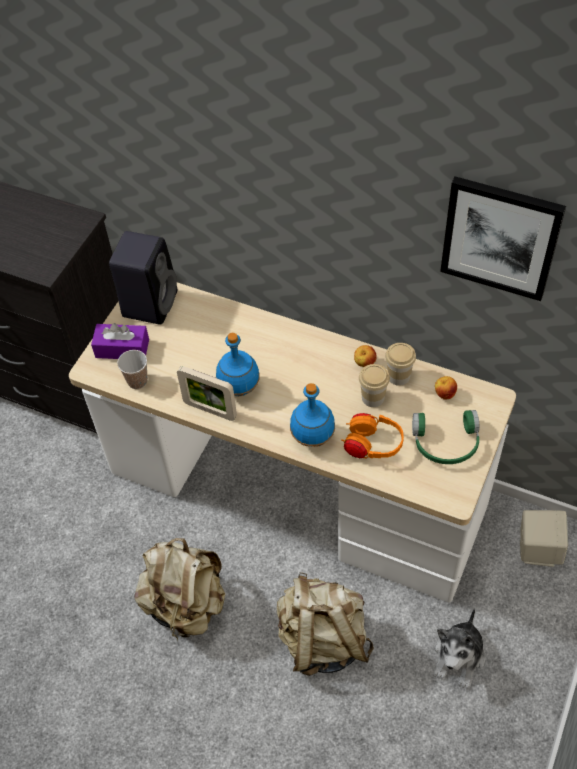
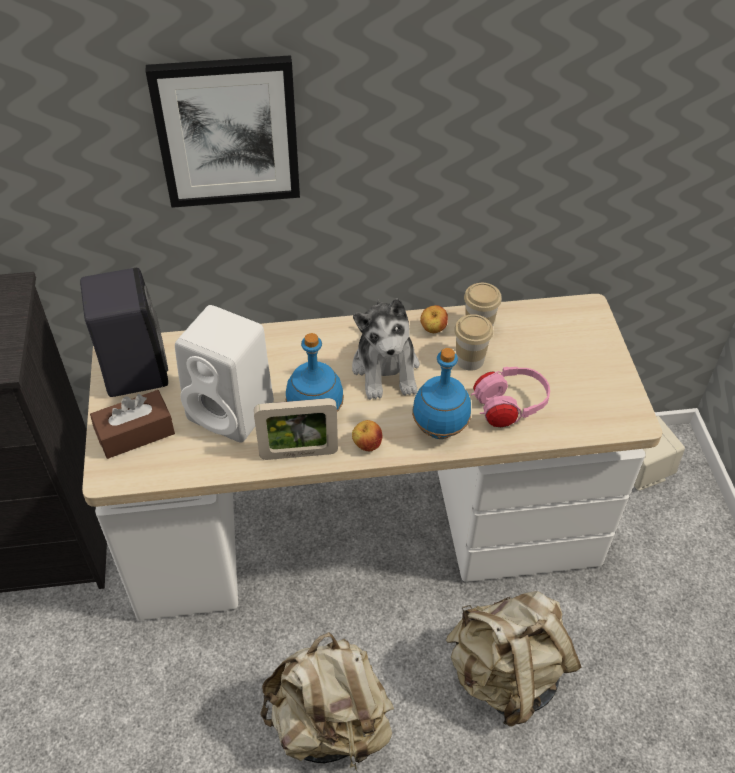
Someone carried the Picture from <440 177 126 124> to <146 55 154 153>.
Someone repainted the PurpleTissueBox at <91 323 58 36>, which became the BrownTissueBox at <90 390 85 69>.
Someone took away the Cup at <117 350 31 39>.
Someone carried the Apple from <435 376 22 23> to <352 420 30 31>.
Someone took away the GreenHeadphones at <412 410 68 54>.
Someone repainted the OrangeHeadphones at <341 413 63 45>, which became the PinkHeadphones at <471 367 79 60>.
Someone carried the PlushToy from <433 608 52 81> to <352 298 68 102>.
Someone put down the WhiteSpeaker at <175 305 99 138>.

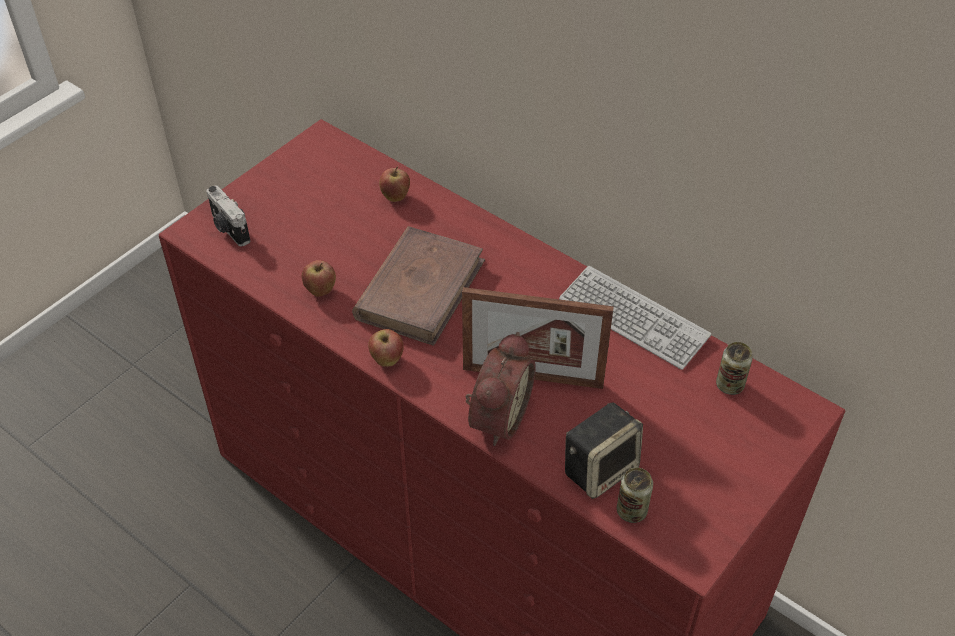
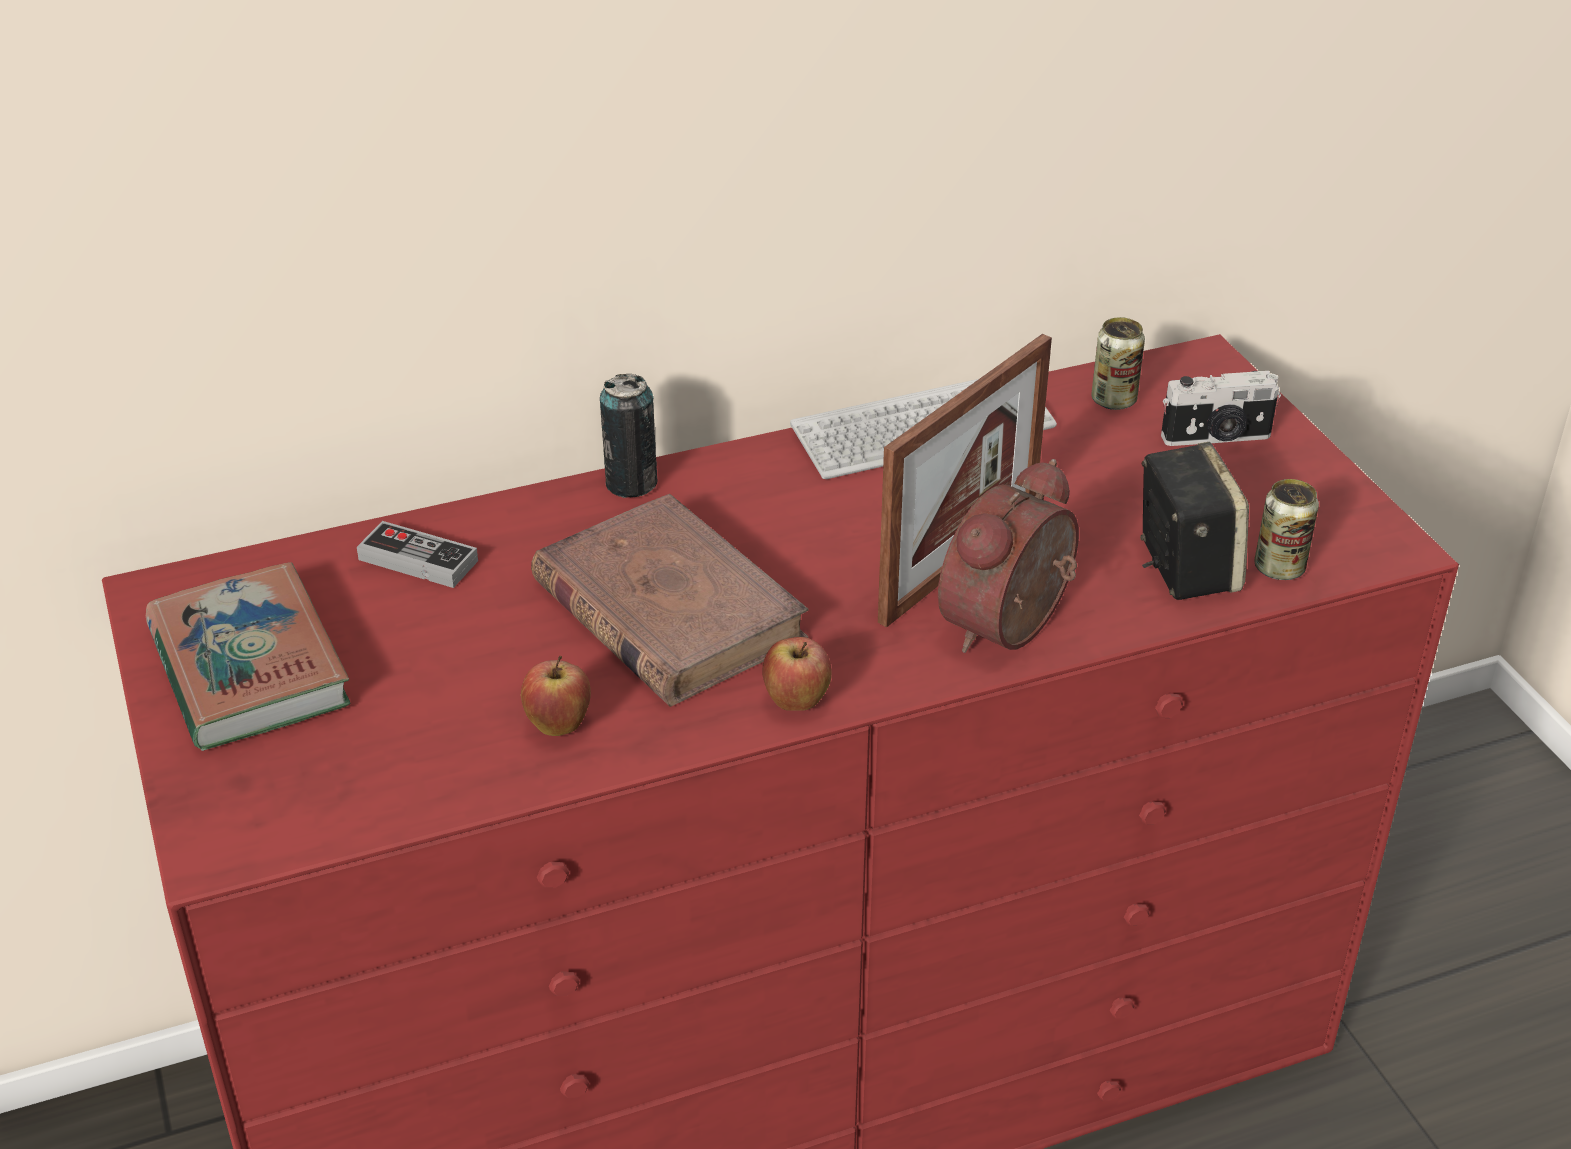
Someone swapped the Apple at <379 167 31 35> for the GameController at <357 521 121 67>.
Someone carried the PhotoCamera from <206 185 44 61> to <1161 371 120 75>.
Someone rotated the AlarmClock at <466 332 70 114> by 105 degrees counterclockwise.
Someone put down the Can at <600 374 57 124>.
Someone put down the Book at <146 562 204 189>.

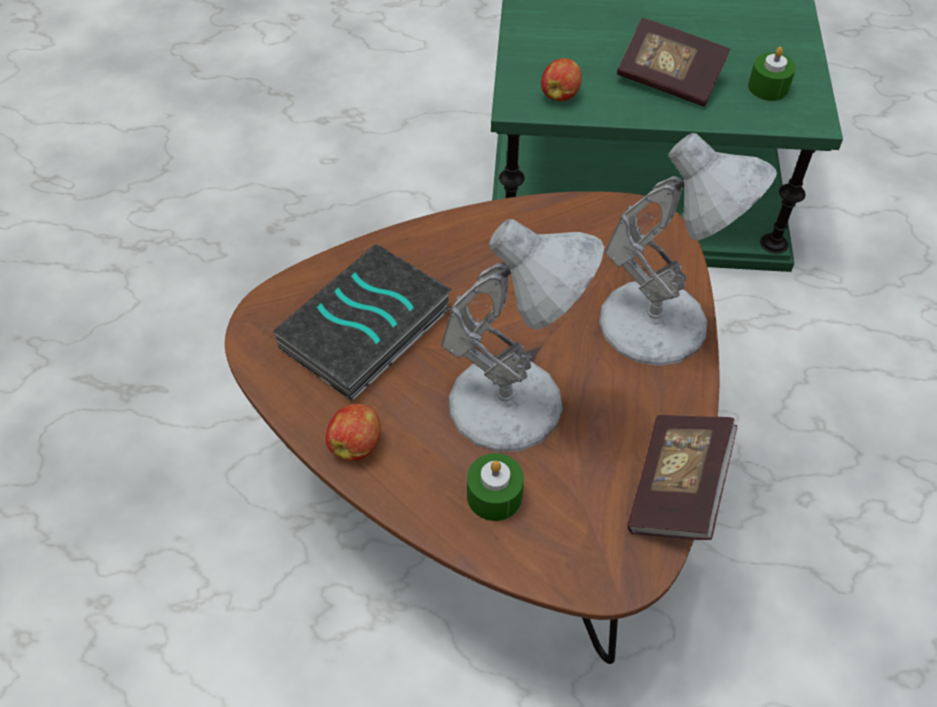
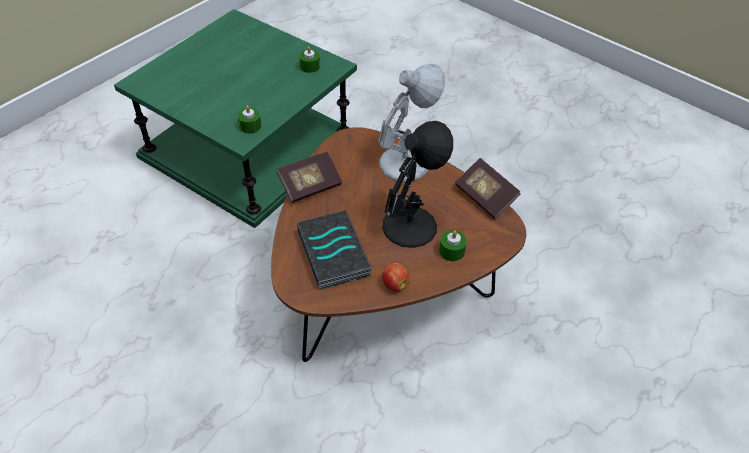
Someone carried the Book from <617 18 113 89> to <277 152 65 51>.
Someone swapped the Apple at <541 58 41 43> for the GreenCandle at <238 105 23 29>.
Someone repainted the WhiteTableLamp at <441 219 163 233>, which became the BlackTableLamp at <382 121 71 127>.

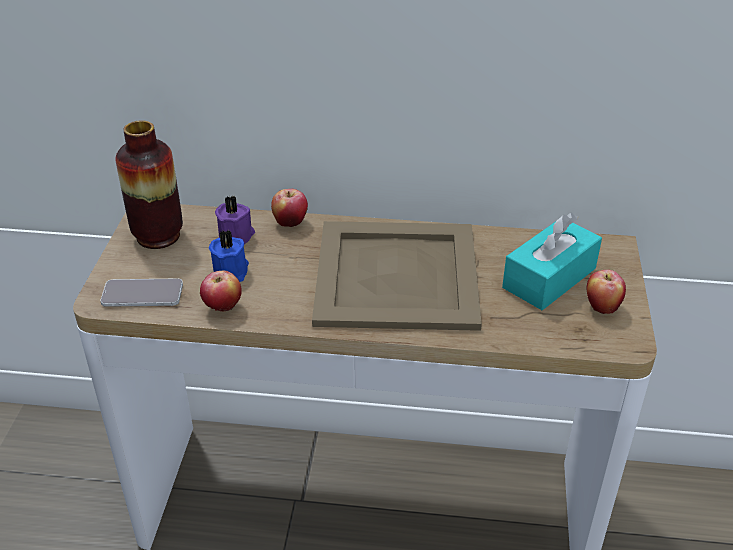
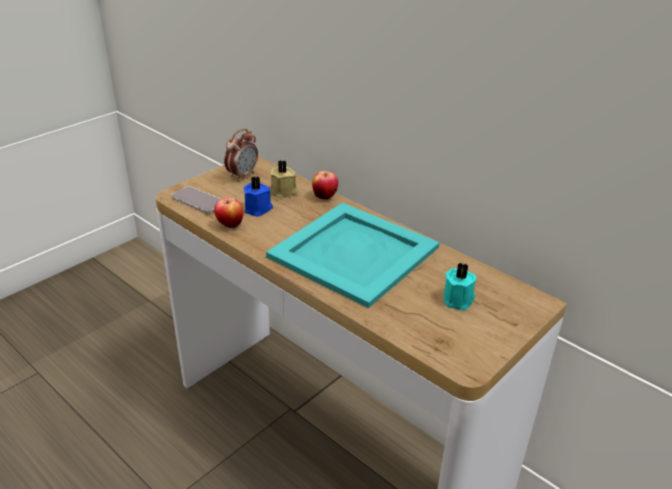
Someone swapped the Vase at <116 120 67 129> for the AlarmClock at <224 129 34 52>.
Someone repainted the PurpleCandle at <215 196 40 48>, which became the BeigeCandle at <270 160 28 39>.
Someone swapped the TurquoiseTissueBox at <502 213 100 97> for the TurquoiseCandle at <444 262 32 48>.
Someone repainted the BeigeTray at <312 221 170 110>, which became the TurquoiseTray at <266 203 174 105>.
Someone took away the Apple at <587 270 39 44>.

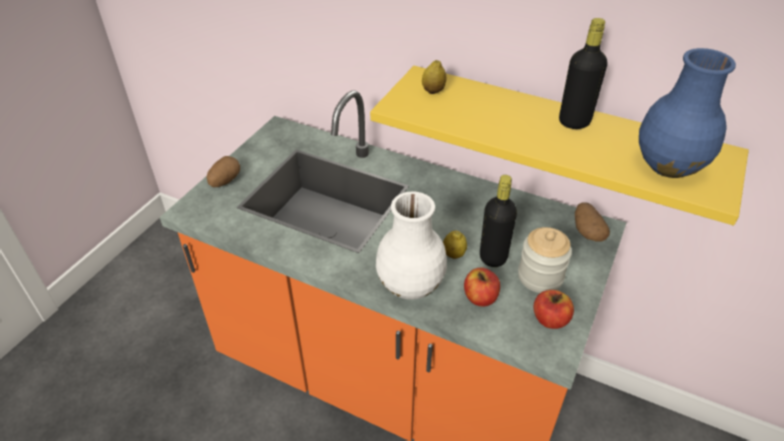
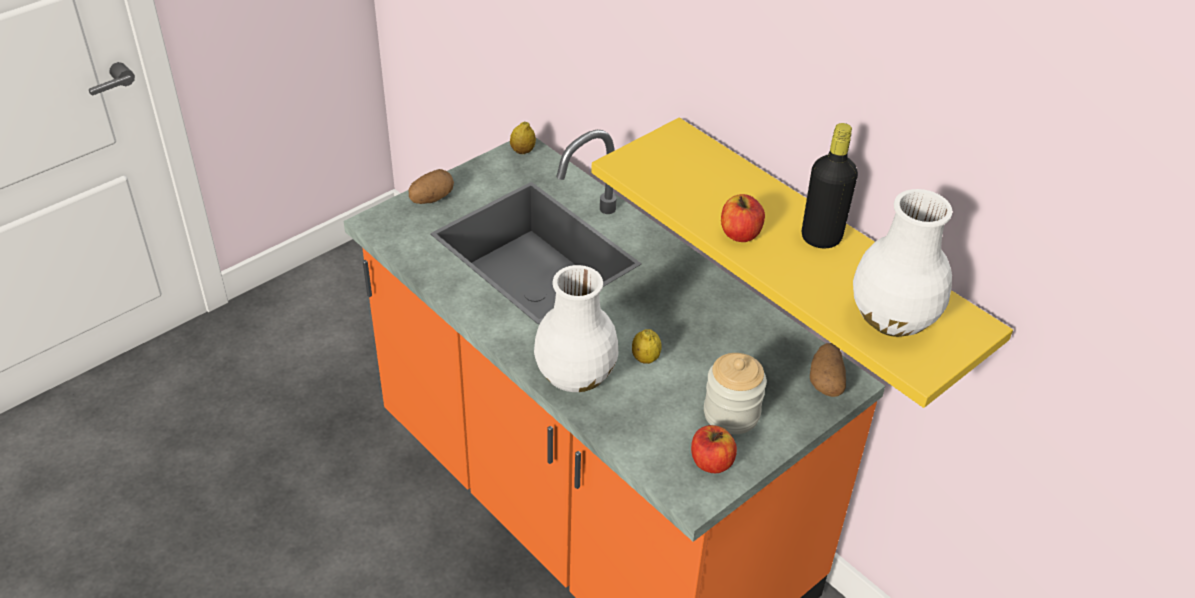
Someone repainted the BlueVase at <639 48 97 130>, which became the WhiteVase at <853 189 99 148>.
Someone carried the Lemon from <422 60 24 34> to <510 122 26 32>.
Someone took away the BlackBottle at <480 175 37 92>.
Someone carried the Apple from <464 268 36 39> to <721 194 44 48>.

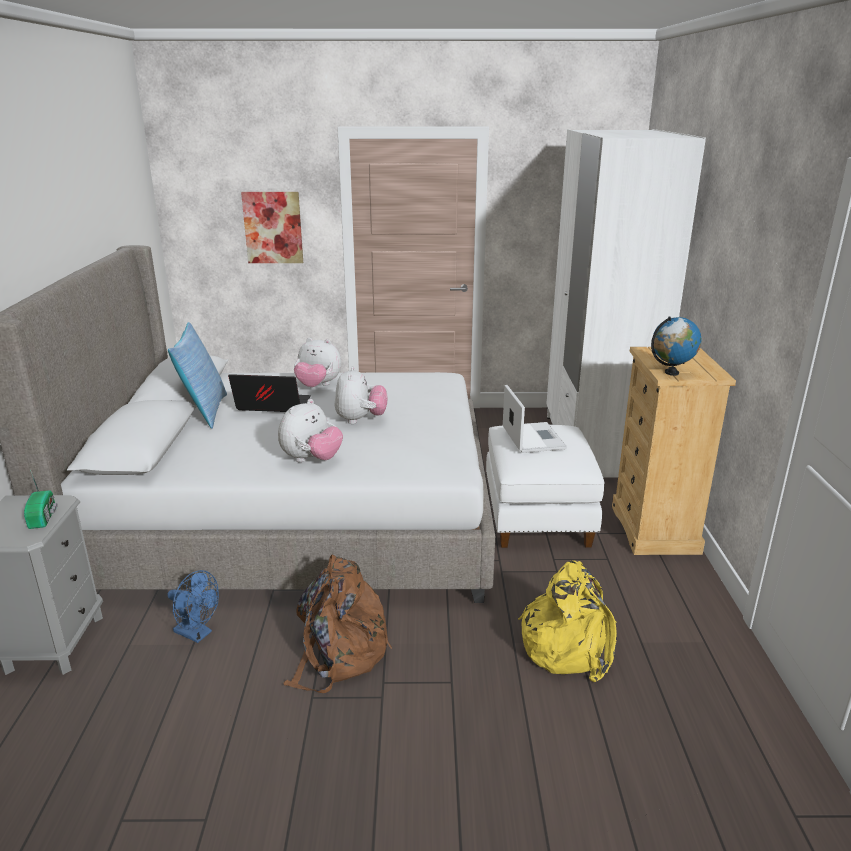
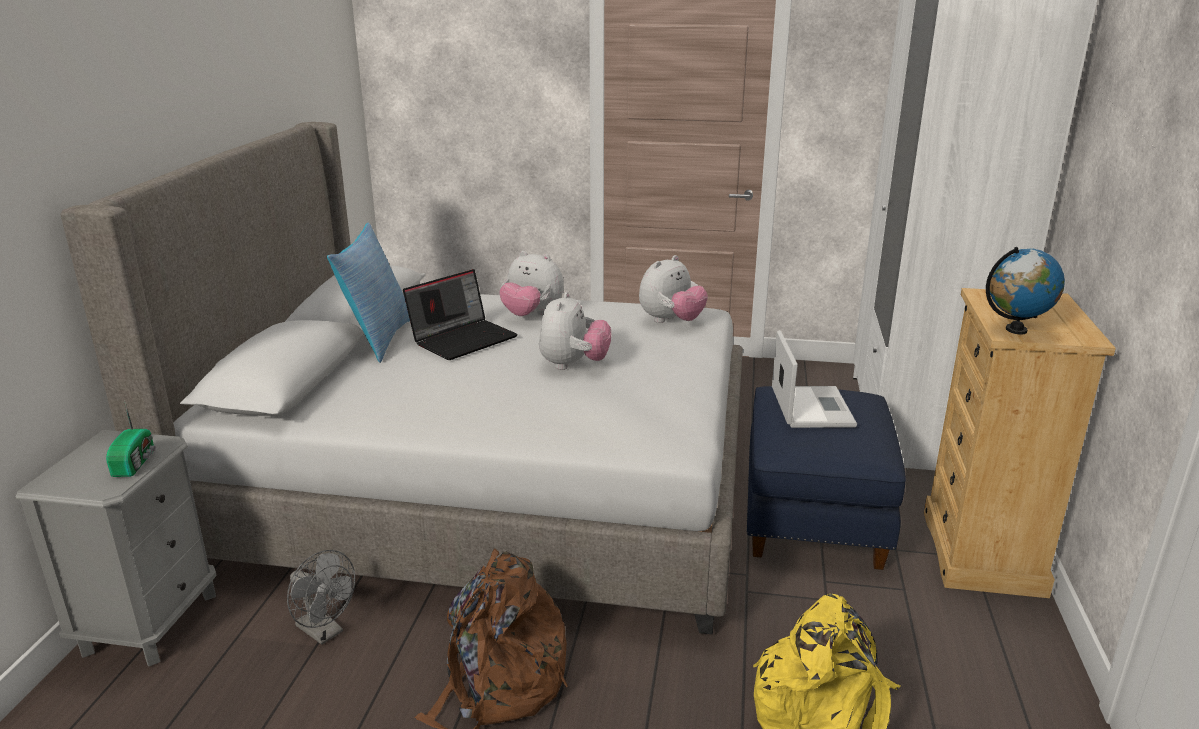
Someone took away the Picture at <241 192 62 71>.
Someone rotated the Laptop at <228 374 83 38> by 120 degrees clockwise.
Someone carried the PlushToy from <278 399 65 63> to <639 255 69 68>.
Someone repainted the WhiteOttoman at <486 425 119 123>, which became the BlueOttoman at <746 386 160 184>.
Someone repainted the BlueFan at <167 570 52 73>, which became the GreyFan at <287 550 68 95>.

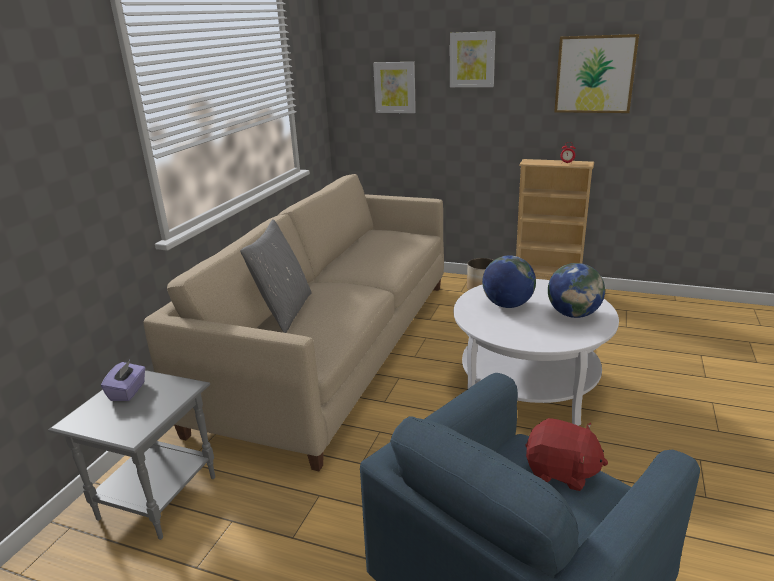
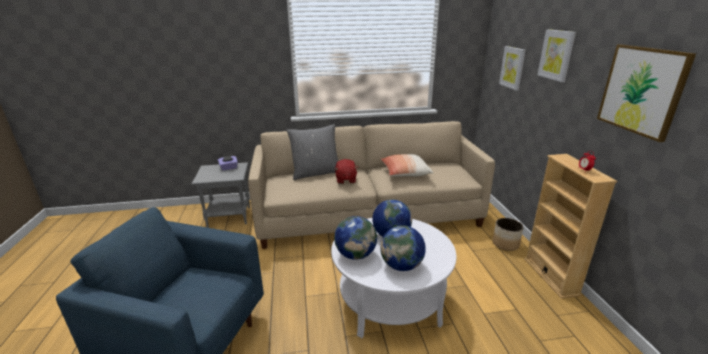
Someone carried the RedPlushToy from <525 418 83 73> to <334 159 24 25>.
Someone put down the Pillow at <381 154 52 23>.
Someone put down the Globe at <334 216 43 44>.

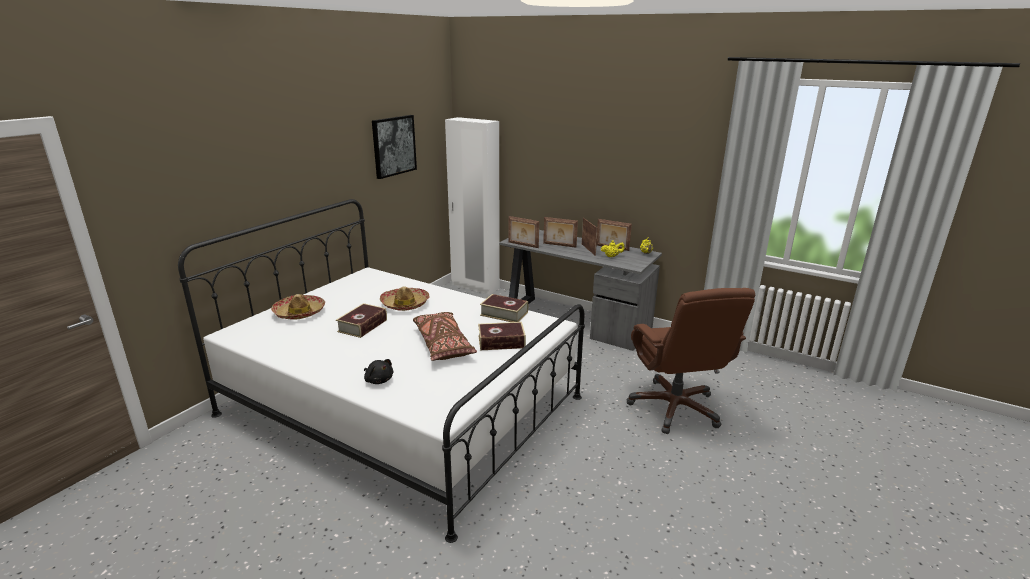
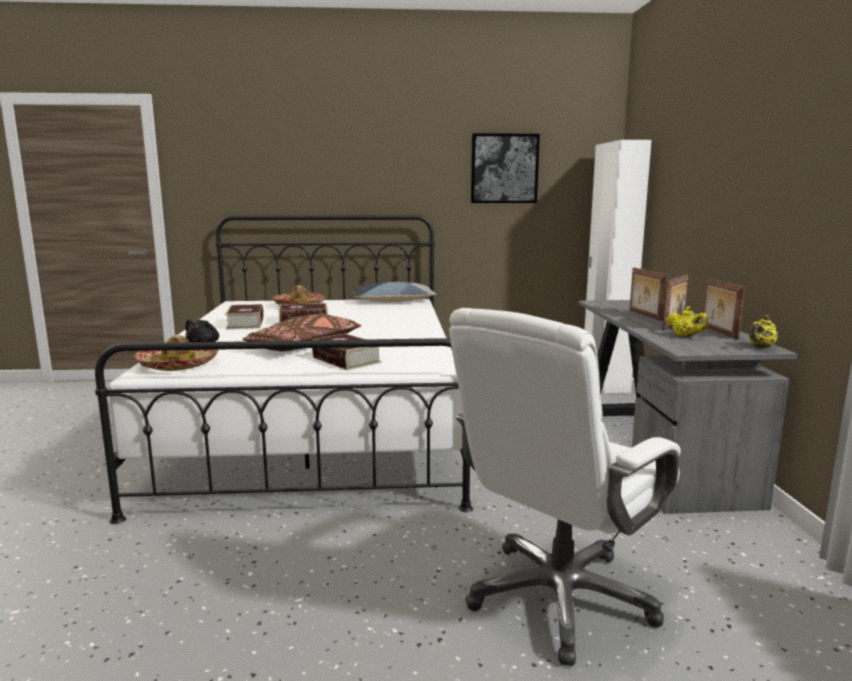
Someone took away the PictureFrame at <509 216 30 32>.
Someone carried the Hat from <380 286 50 25> to <134 334 85 37>.
Someone repainted the BrownOfficeChair at <627 288 128 146>, which became the WhiteOfficeChair at <449 308 232 358>.
Someone carried the Book from <480 294 48 28> to <225 304 39 25>.
Someone put down the Pillow at <353 282 83 20>.

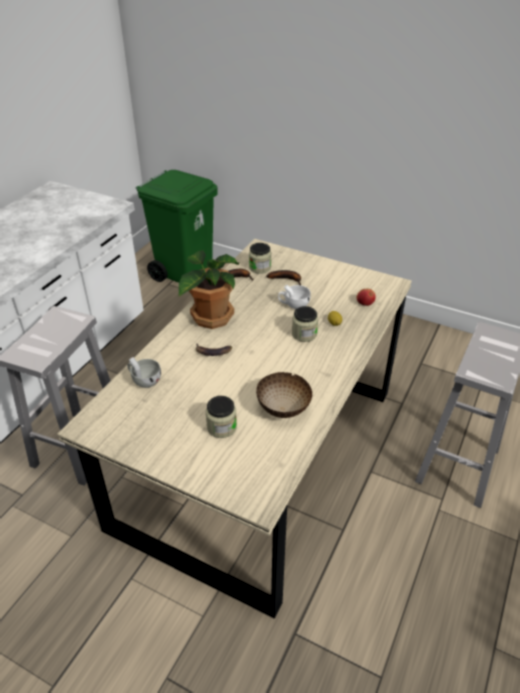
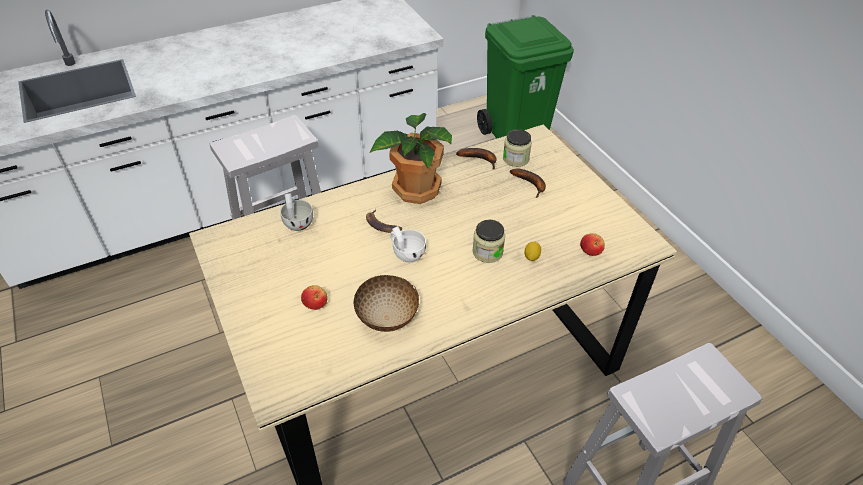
Someone carried the WhiteCup from <278 285 33 24> to <390 226 36 36>.
Someone swapped the Jar at <206 396 31 42> for the Apple at <301 285 27 25>.

